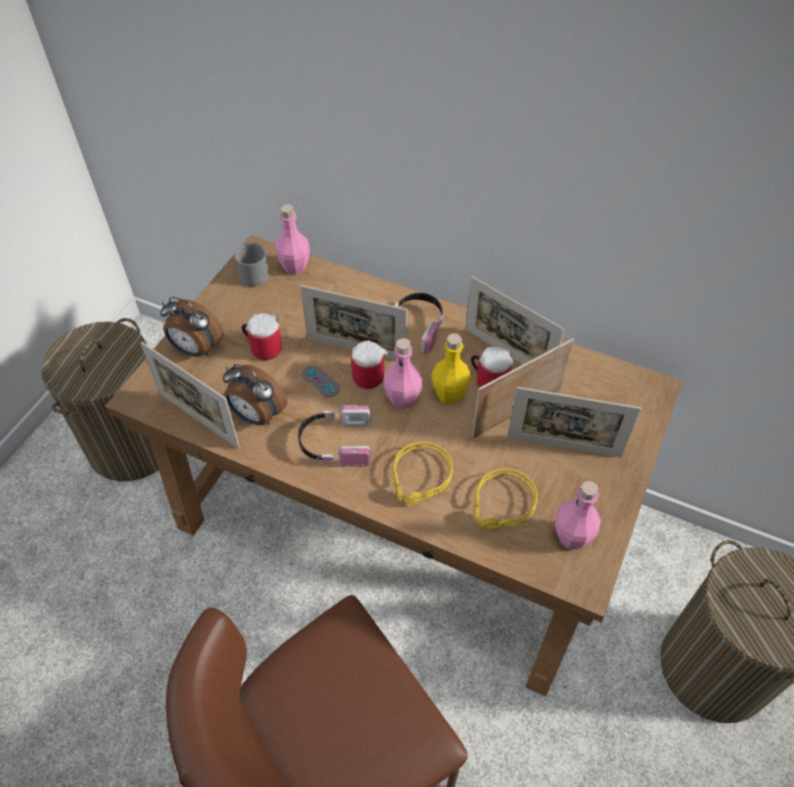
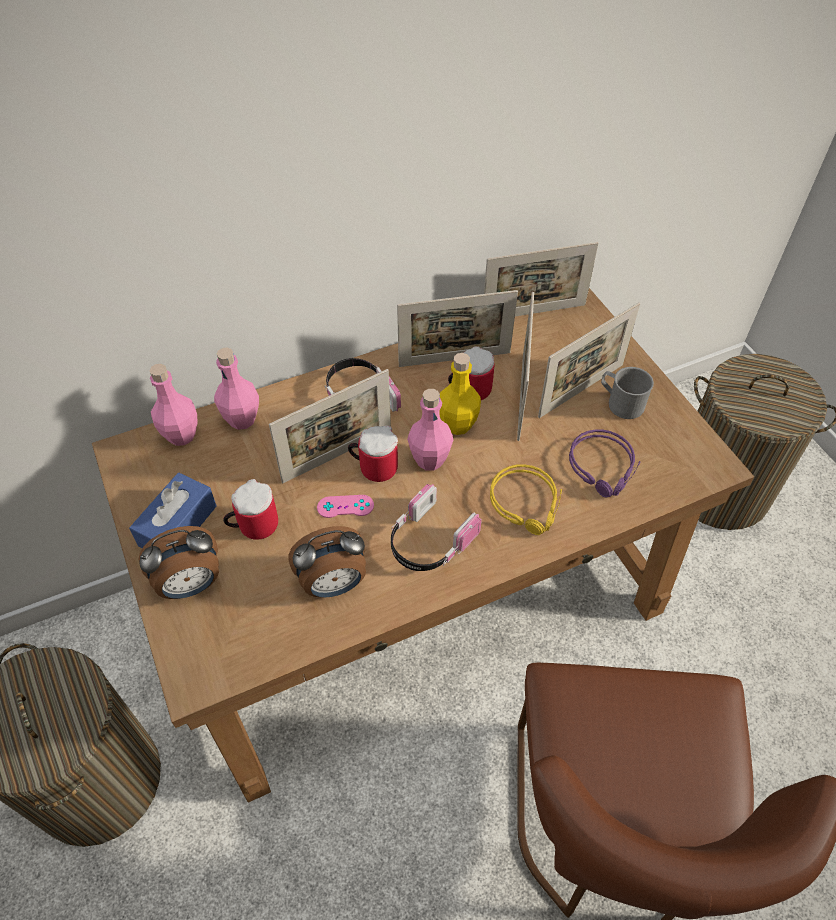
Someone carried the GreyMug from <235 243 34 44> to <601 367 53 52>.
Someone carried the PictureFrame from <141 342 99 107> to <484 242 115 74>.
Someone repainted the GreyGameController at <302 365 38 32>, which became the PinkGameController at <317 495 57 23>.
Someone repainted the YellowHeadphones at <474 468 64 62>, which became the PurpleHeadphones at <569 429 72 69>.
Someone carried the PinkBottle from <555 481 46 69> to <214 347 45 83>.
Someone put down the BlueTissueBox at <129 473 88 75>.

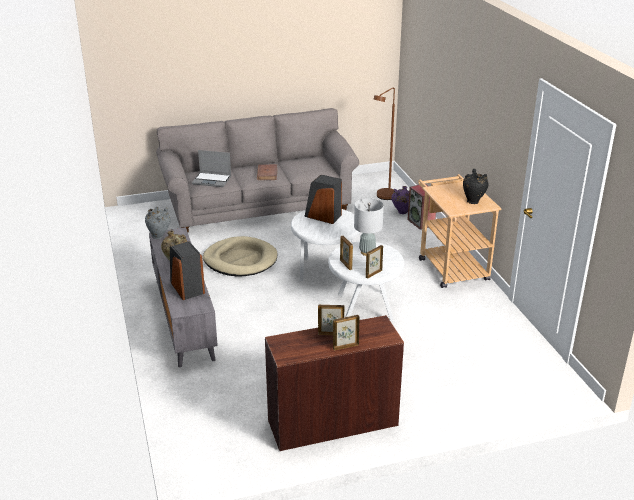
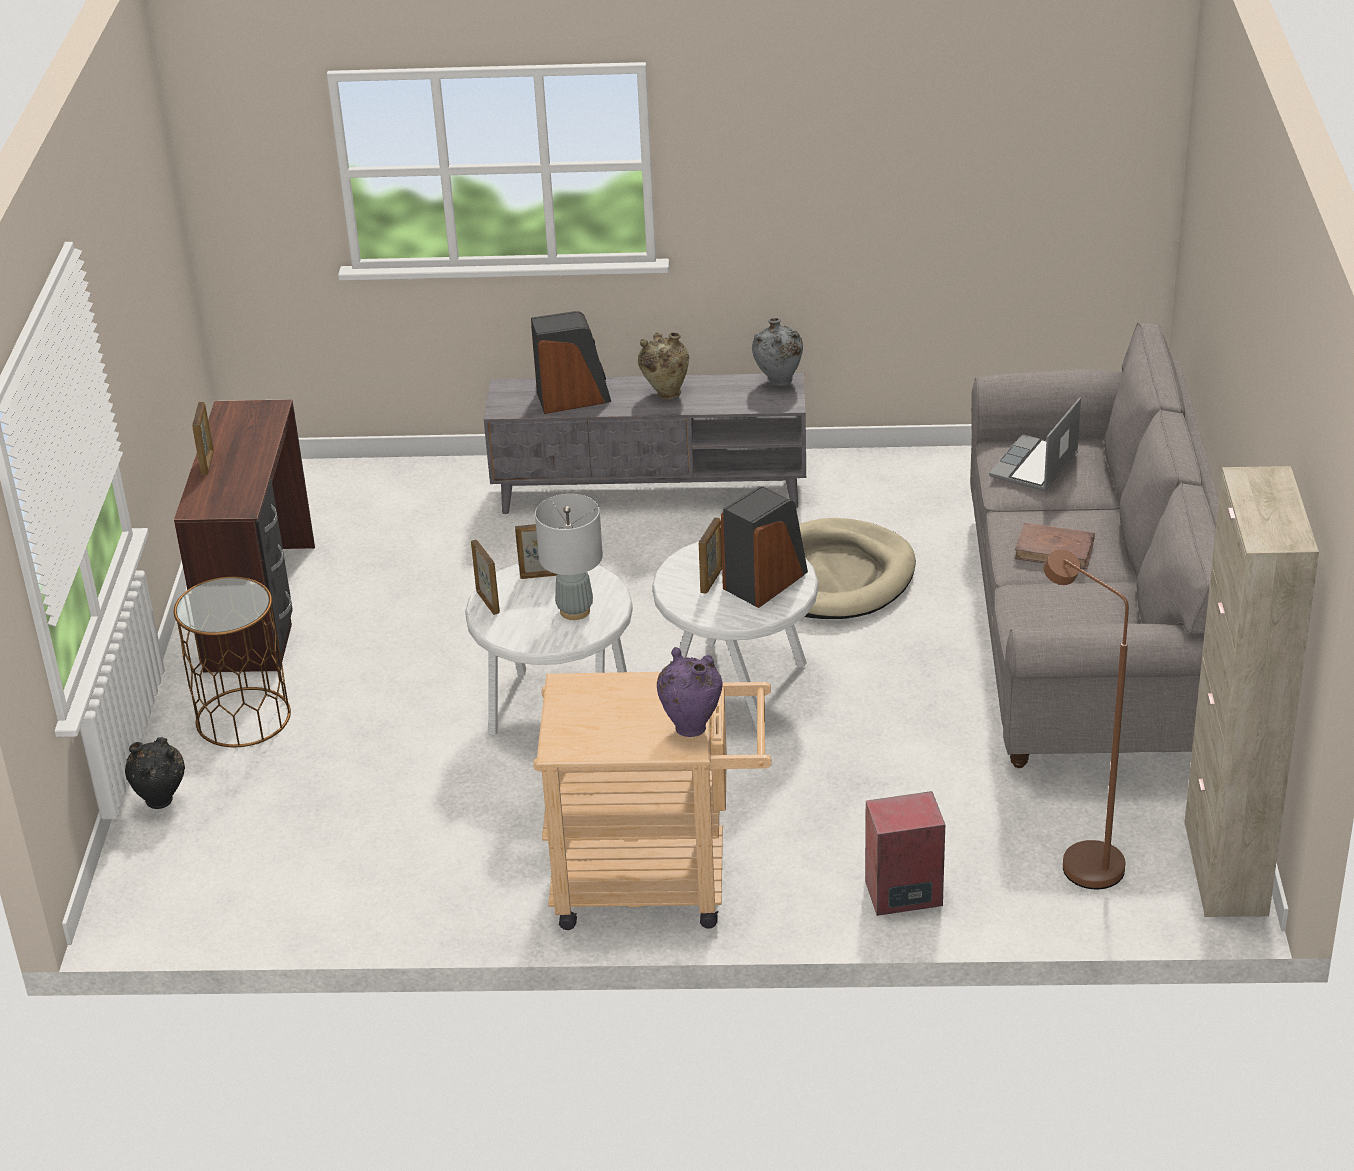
Someone carried the BlackVase from <463 169 26 35> to <125 737 60 72>.
Someone carried the PurpleVase from <391 186 18 28> to <657 647 65 90>.
Someone carried the PictureFrame from <318 305 26 30> to <699 517 23 77>.
Someone put down the BeigeCabinet at <1184 466 135 451>.
Someone put down the BrownSideTable at <174 577 117 170>.

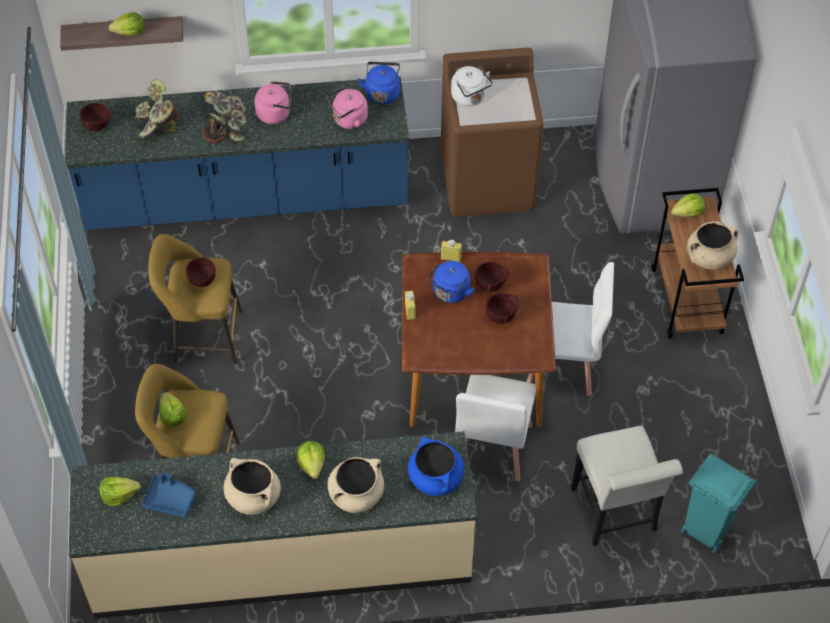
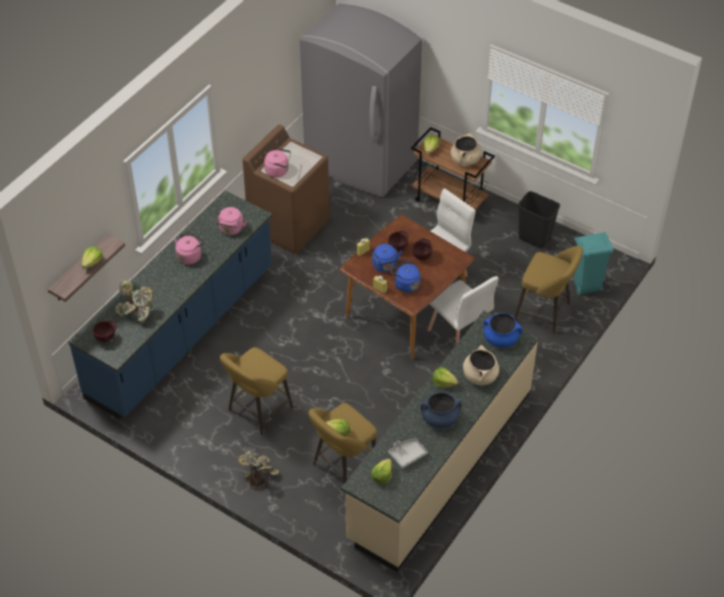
Someone carried the BlueKettle from <358 62 42 43> to <391 259 30 34>.
Someone repainted the WhiteKettle at <451 66 42 40>, which became the PinkKettle at <264 148 27 30>.
Someone carried the PottedPlant from <203 91 43 52> to <238 450 41 39>.
Someone took away the BrownBowl at <186 257 30 30>.
Someone swapped the WhiteChair at <571 426 112 120> for the YellowStool at <515 246 68 88>.
Someone repainted the BeigeCookingPot at <223 458 58 57>, which became the BlueCookingPot at <420 392 42 36>.
Someone repainted the BlueTray at <142 472 54 46>, which became the GreyTray at <388 439 40 30>.
Someone put down the BlackTrashCan at <518 191 42 58>.

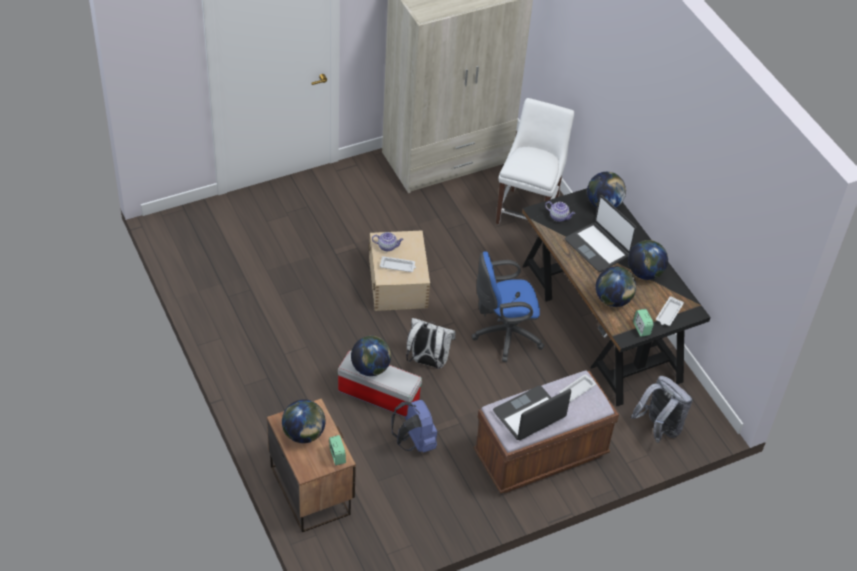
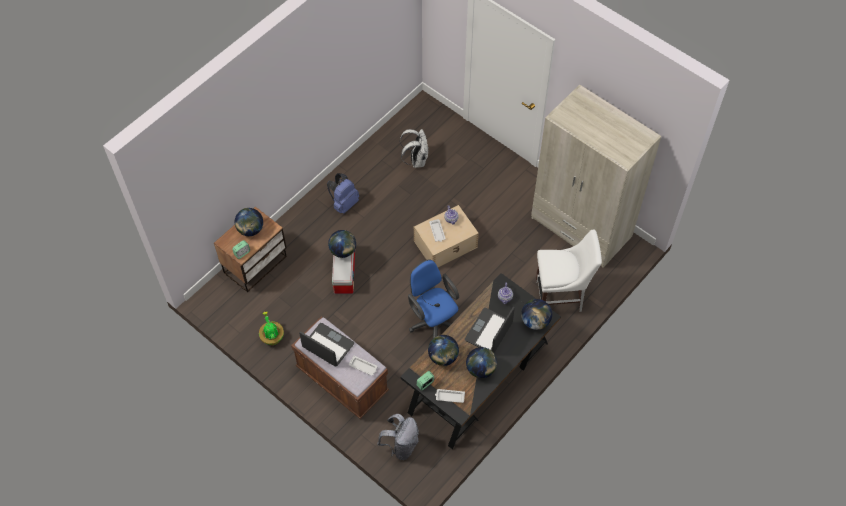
Someone carried the WhiteBackpack from <406 318 50 51> to <400 129 28 39>.
Someone carried the BlueBackpack from <391 400 46 53> to <327 173 32 41>.
Someone put down the PottedPlant at <259 311 25 34>.

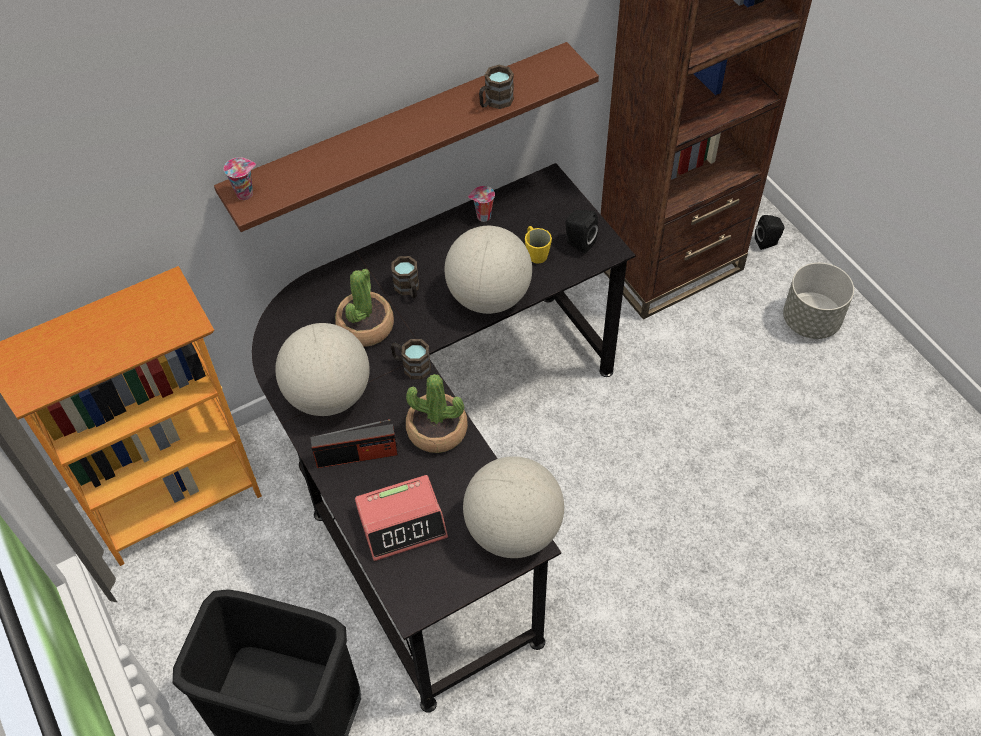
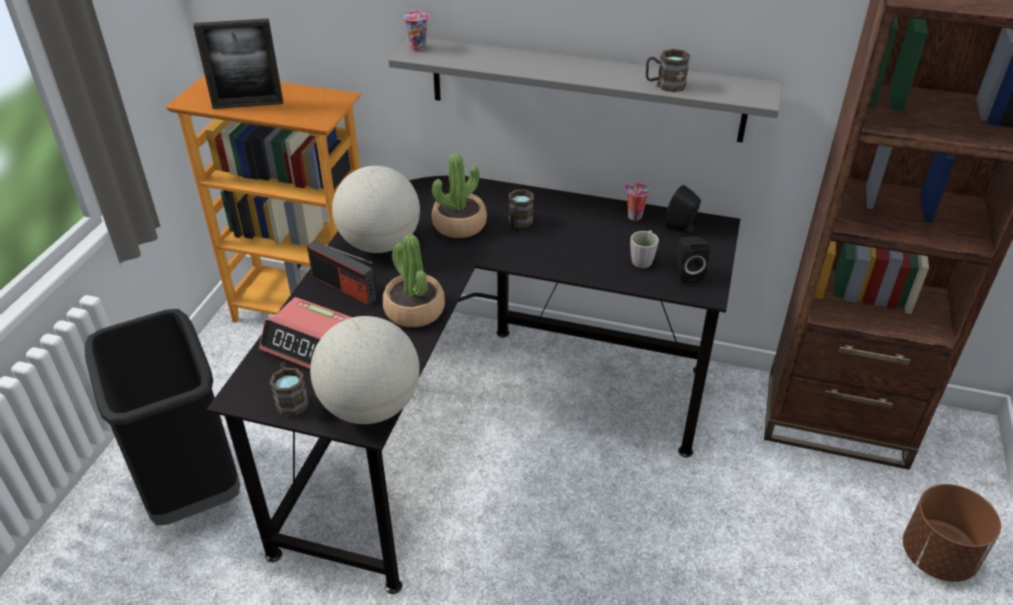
Someone repainted the BrownShelf at <214 42 385 190>, which became the GreyShelf at <388 37 394 106>.
Someone carried the BlackSpeaker from <755 215 30 35> to <665 185 36 49>.
Someone took away the Globe at <445 226 87 88>.
Someone repainted the YellowMug at <525 226 27 38>, which became the GreyMug at <630 230 29 38>.
Someone repainted the GreyPlanter at <783 263 71 76>, which became the BrownPlanter at <903 484 98 98>.
Someone carried the BrownMug from <391 339 40 40> to <270 362 39 55>.
Someone put down the PictureFrame at <194 18 89 91>.

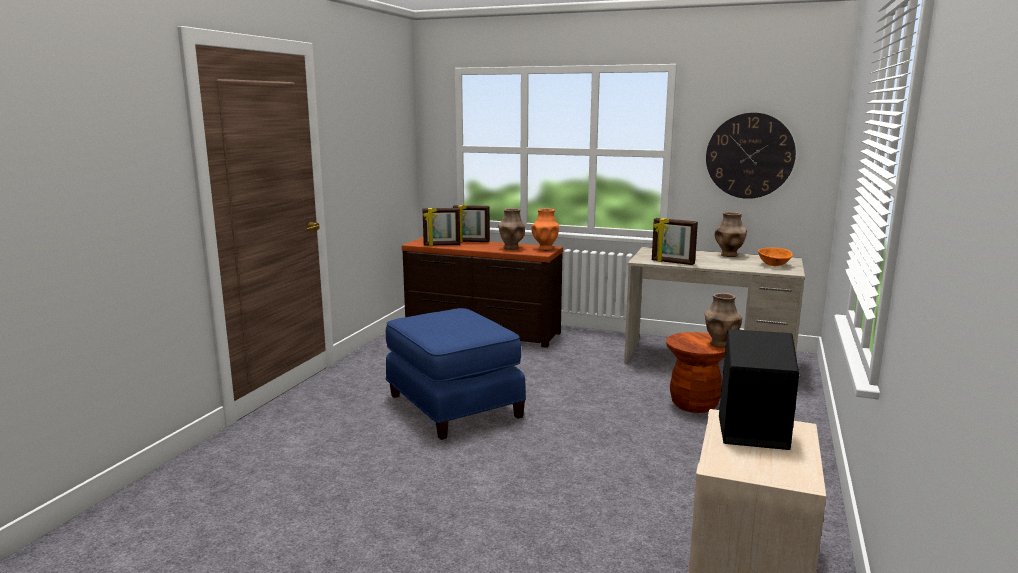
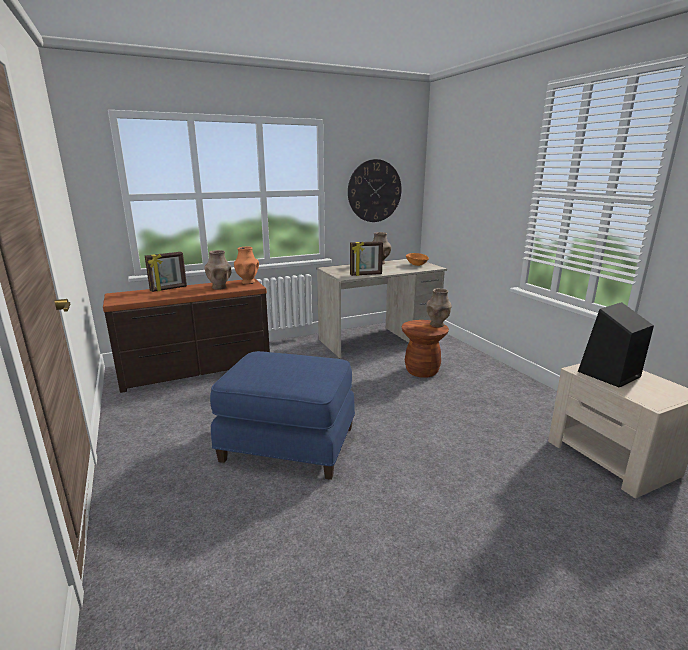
Someone took away the PictureFrame at <423 207 37 39>.

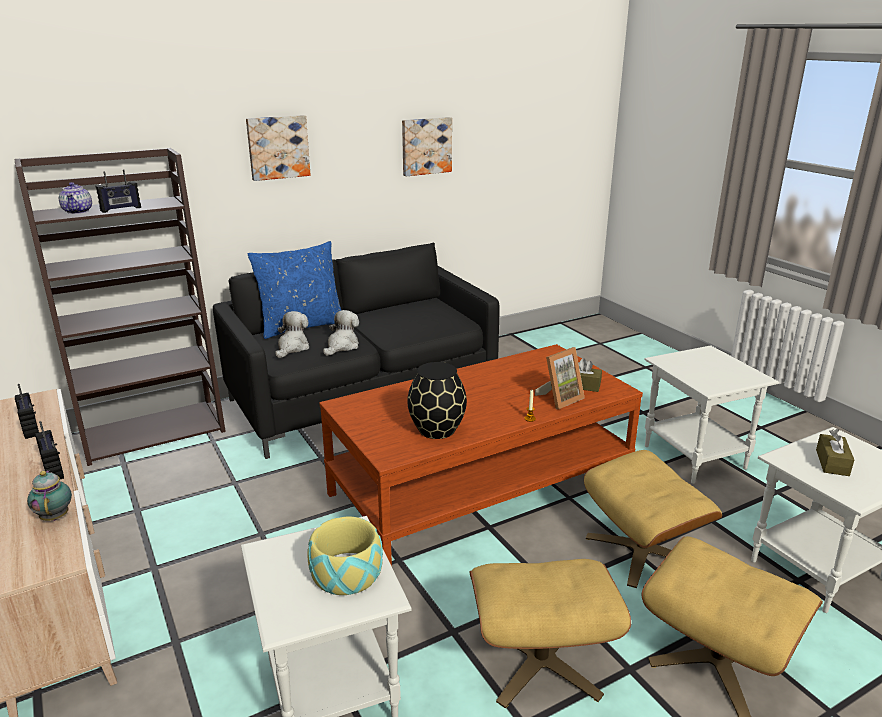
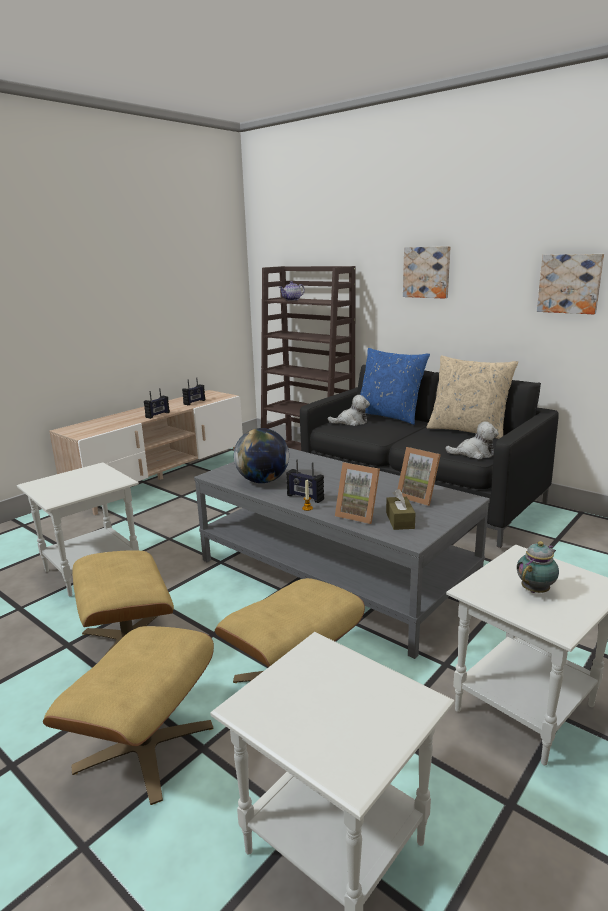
Someone carried the Radio from <96 169 45 44> to <286 459 38 44>.
Someone carried the PlushToy from <323 310 36 46> to <445 421 54 38>.
Someone repainted the BrownCoffeeTable at <319 344 324 222>, which became the GreyCoffeeTable at <194 448 296 211>.
Someone swapped the BlackVase at <407 362 60 77> for the Globe at <234 428 55 55>.
Someone took away the BrownTissueBox at <816 429 38 47>.
Someone carried the Teapot from <27 470 45 51> to <517 541 42 52>.
Someone took away the Bowl at <307 517 76 78>.
Someone put down the BeigePillow at <426 356 92 83>.
Someone put down the PictureFrame at <397 447 44 59>.

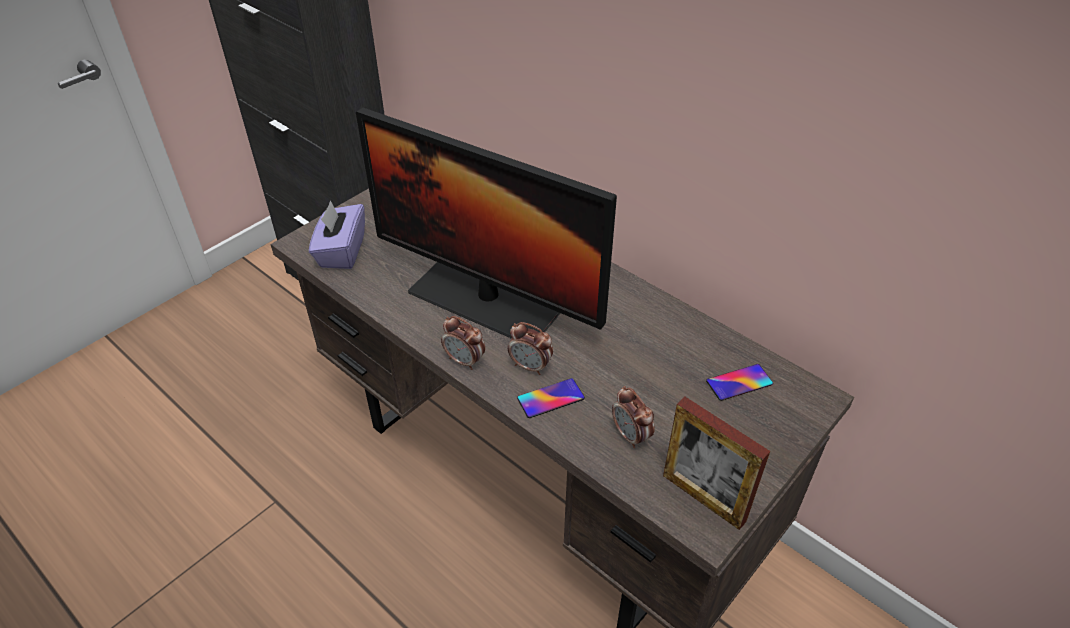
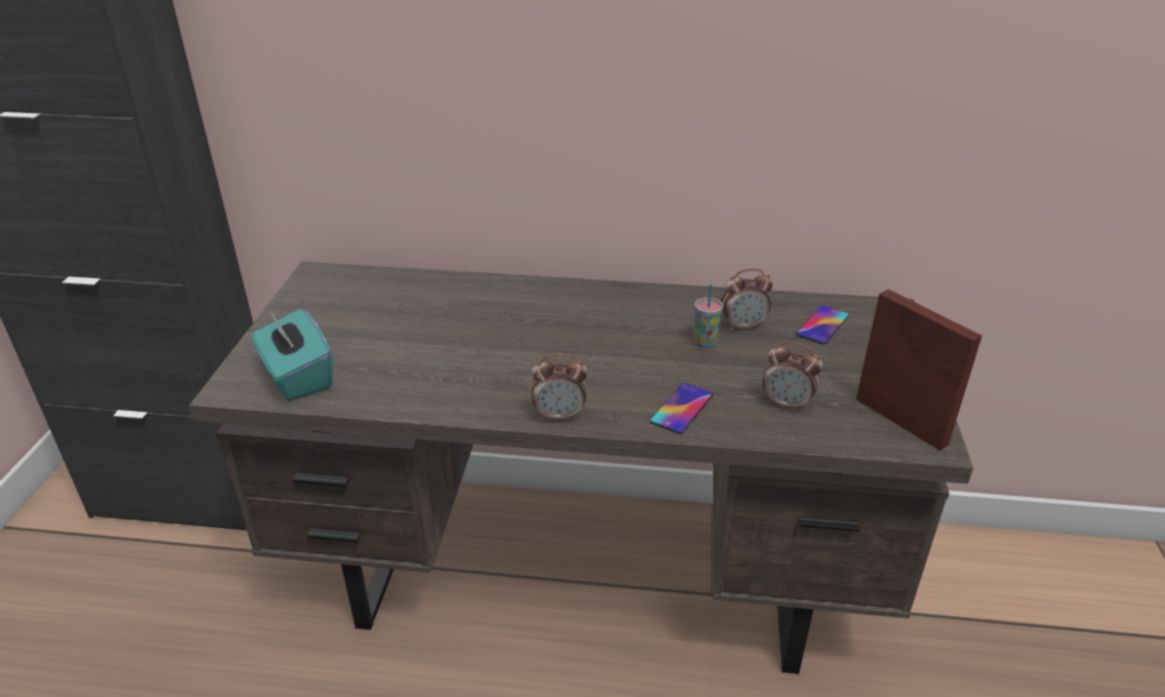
Someone took away the Monitor at <356 108 261 231>.
Someone repainted the PurpleTissueBox at <309 201 56 68>, which became the TurquoiseTissueBox at <252 309 81 92>.
Someone carried the AlarmClock from <508 322 45 53> to <721 269 52 62>.
Someone rotated the PictureFrame at <663 397 107 133> by 135 degrees counterclockwise.
Someone put down the Cup at <694 284 29 64>.

